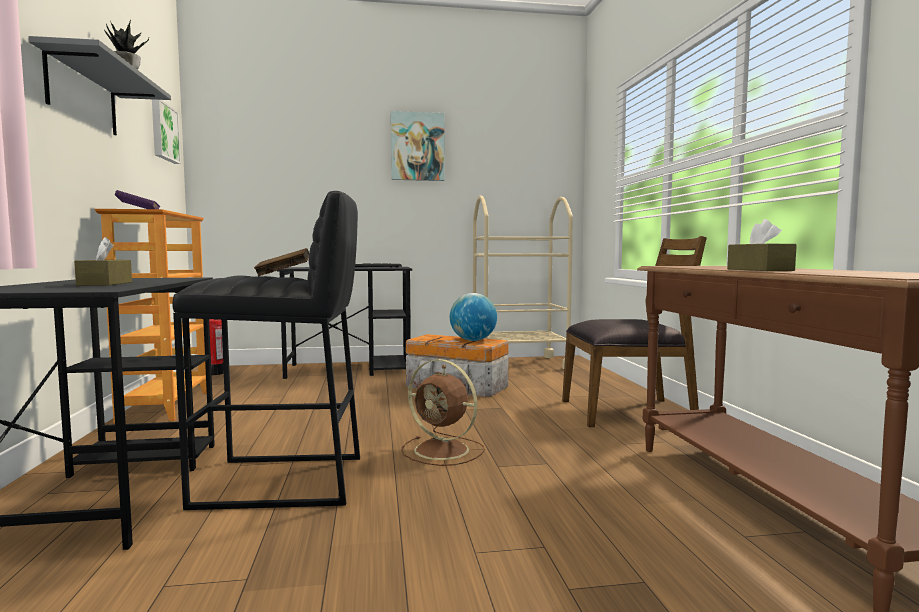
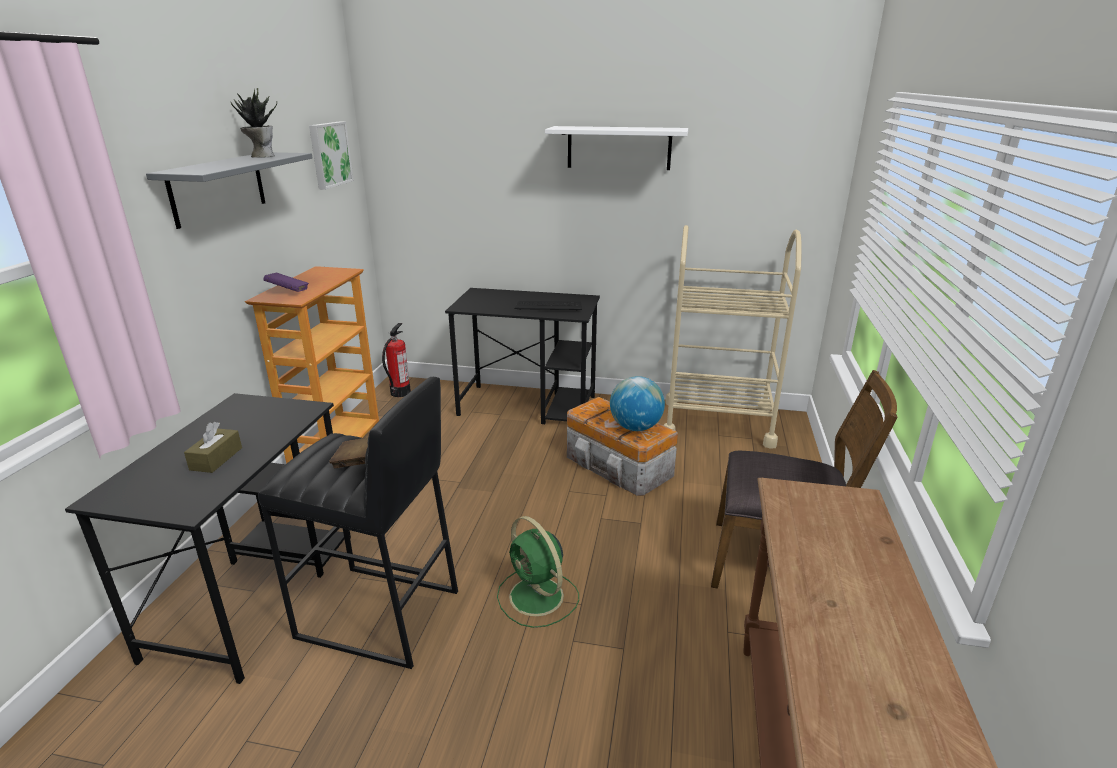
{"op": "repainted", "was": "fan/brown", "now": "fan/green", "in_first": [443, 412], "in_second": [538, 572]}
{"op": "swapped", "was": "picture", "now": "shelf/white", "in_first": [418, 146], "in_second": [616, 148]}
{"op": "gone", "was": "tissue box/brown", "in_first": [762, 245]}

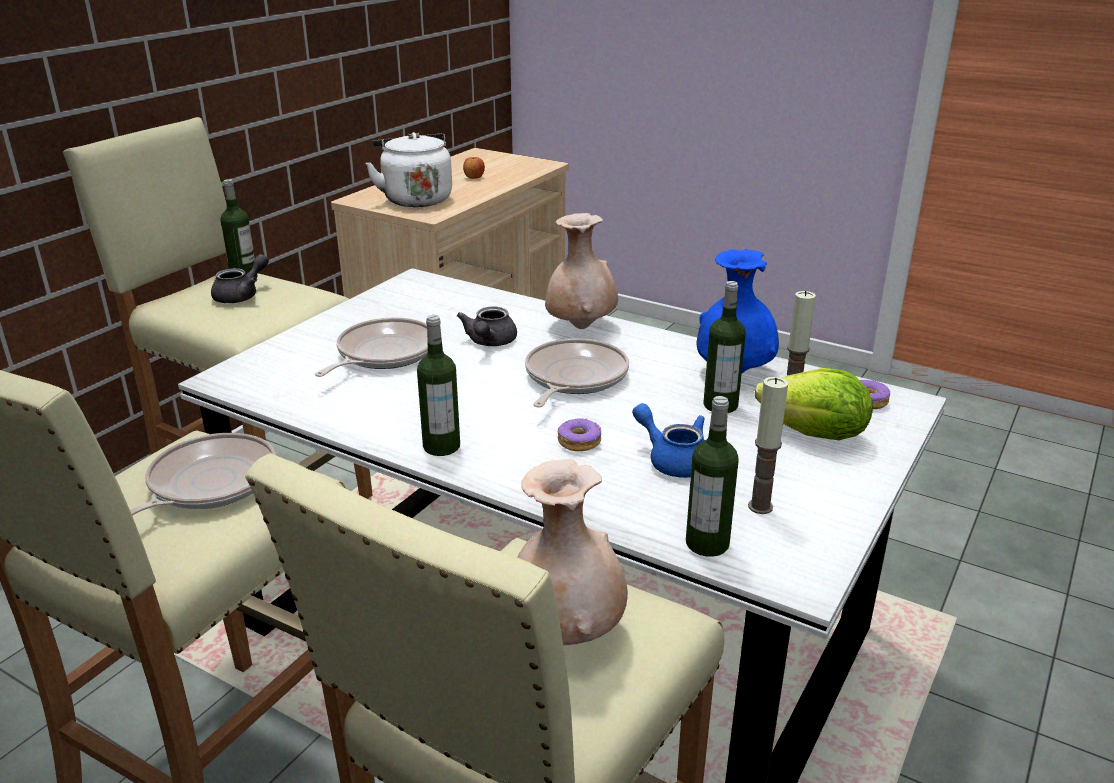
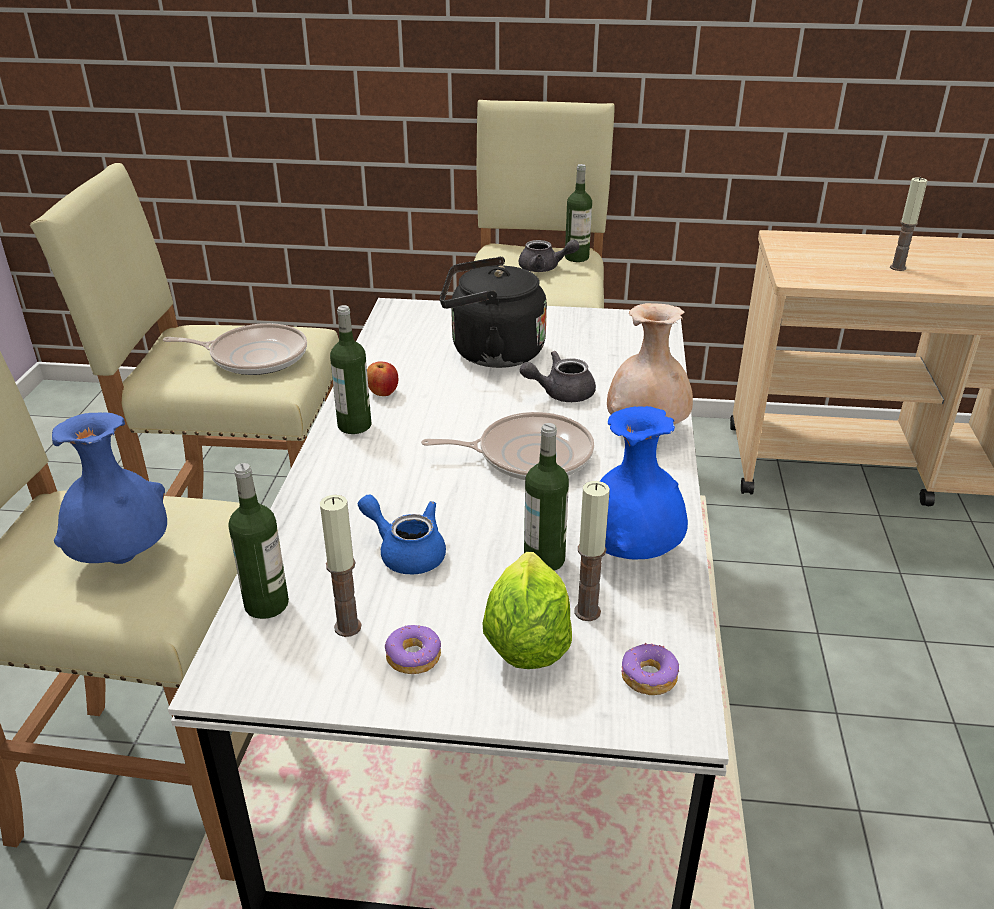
{"op": "repainted", "was": "vase/beige", "now": "vase/blue", "in_first": [572, 552], "in_second": [109, 488]}
{"op": "rotated", "was": "teapot/blue", "in_first": [668, 440], "in_second": [402, 534], "clockwise": -75}
{"op": "shifted", "was": "apple", "in_first": [474, 168], "in_second": [382, 378]}
{"op": "shifted", "was": "donut", "in_first": [579, 434], "in_second": [413, 649]}
{"op": "swapped", "was": "frying pan", "now": "kettle/black", "in_first": [371, 347], "in_second": [493, 312]}
{"op": "new", "now": "candle", "in_second": [908, 224]}
{"op": "gone", "was": "kettle/white", "in_first": [409, 169]}

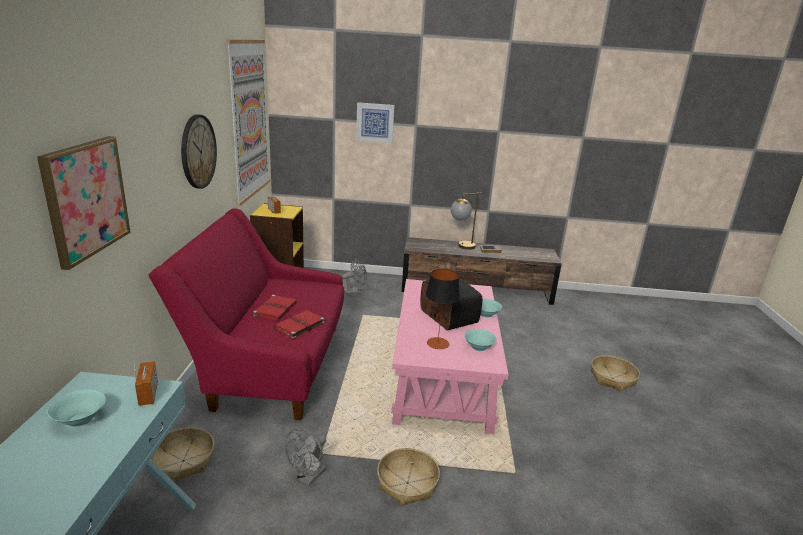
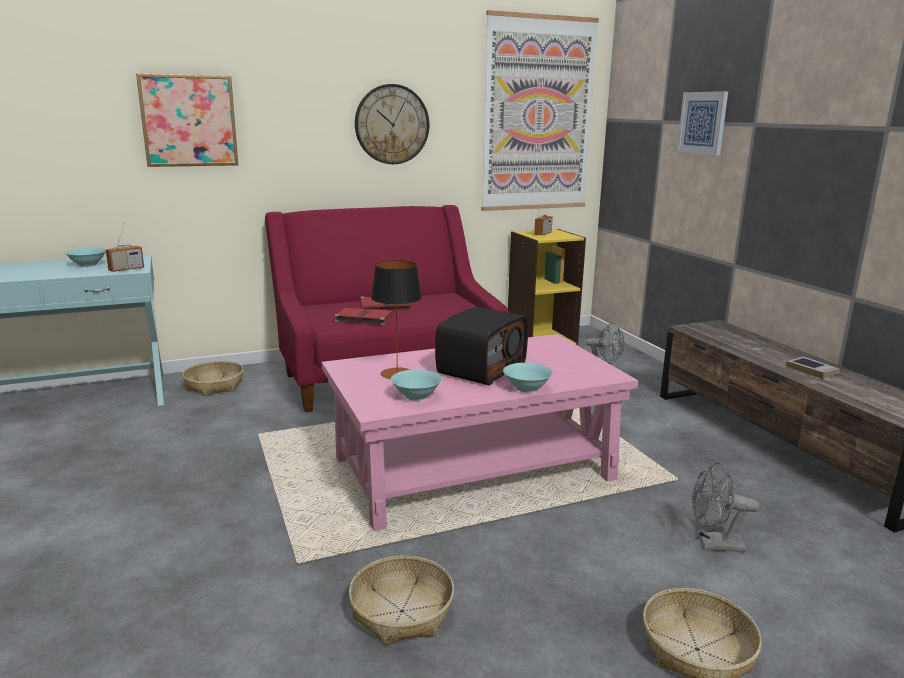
{"op": "shifted", "was": "basket", "in_first": [408, 476], "in_second": [401, 600]}
{"op": "shifted", "was": "fan/grey", "in_first": [305, 457], "in_second": [726, 507]}
{"op": "gone", "was": "table lamp", "in_first": [467, 221]}

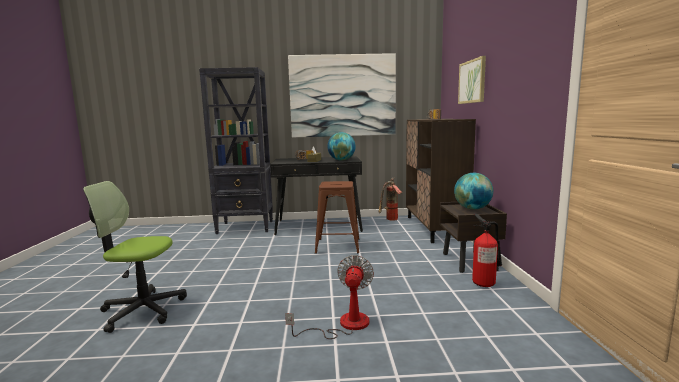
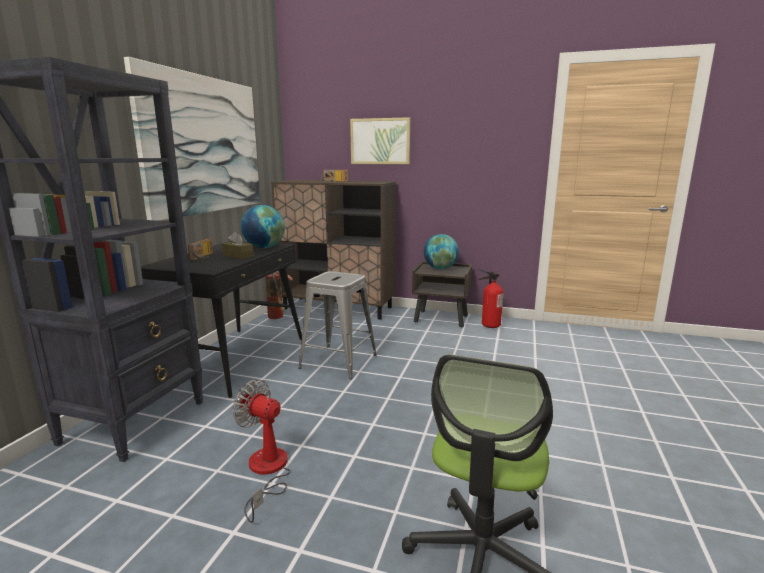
{"op": "shifted", "was": "fan", "in_first": [329, 297], "in_second": [261, 451]}
{"op": "repainted", "was": "stool/brown", "now": "stool/grey", "in_first": [337, 217], "in_second": [337, 325]}

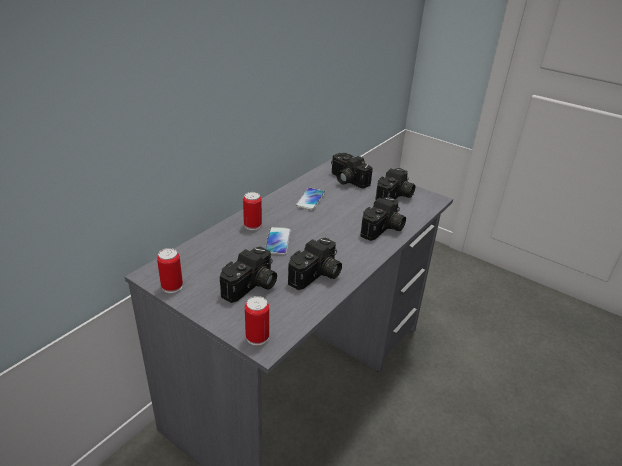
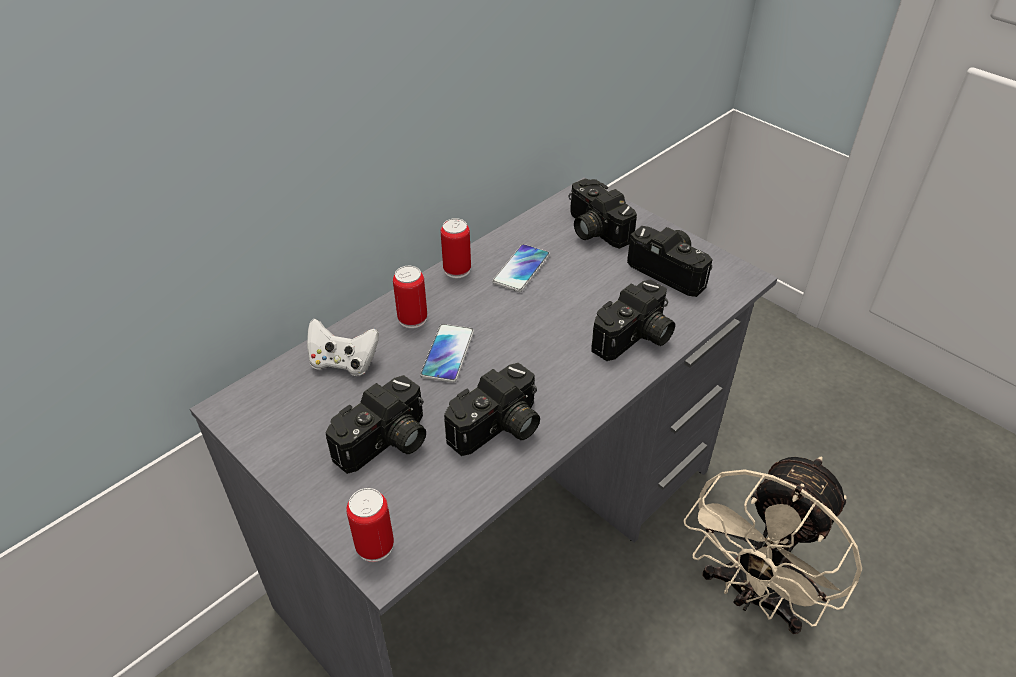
{"op": "new", "now": "game controller/white", "in_second": [343, 347]}
{"op": "shifted", "was": "can", "in_first": [170, 270], "in_second": [456, 248]}
{"op": "rotated", "was": "photo camera", "in_first": [395, 184], "in_second": [670, 261], "clockwise": -90}
{"op": "new", "now": "fan/beige", "in_second": [772, 545]}

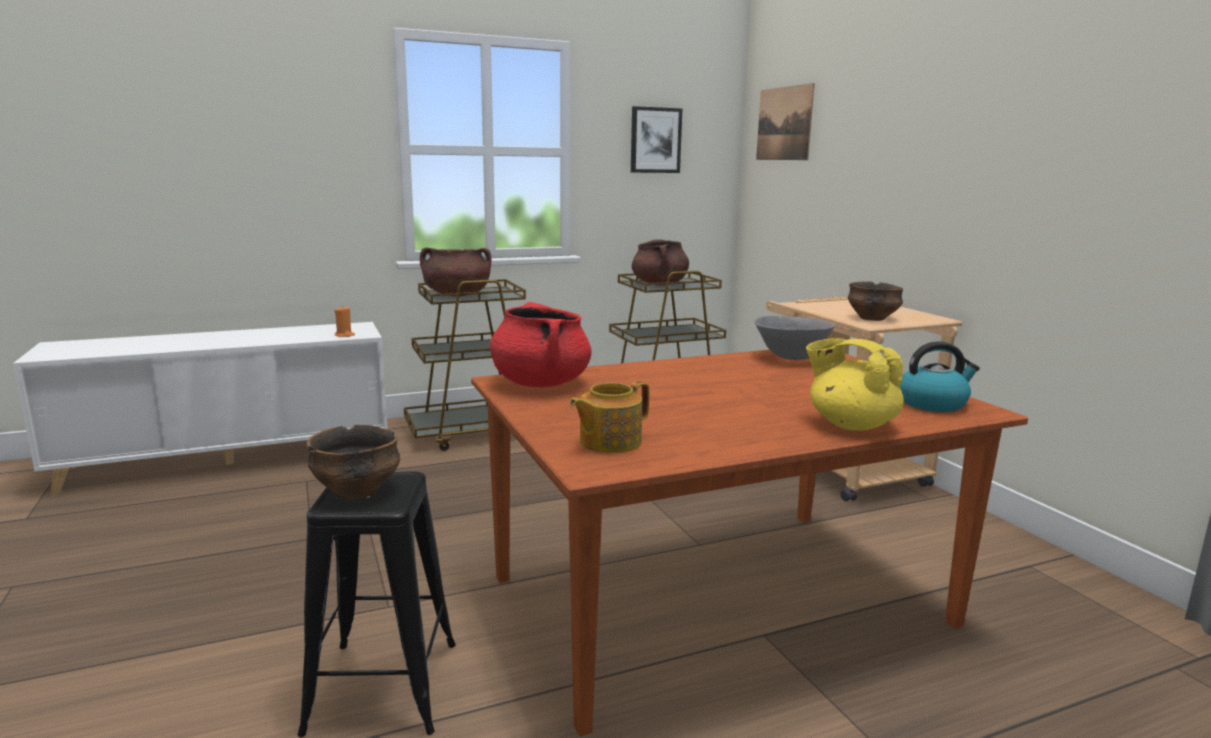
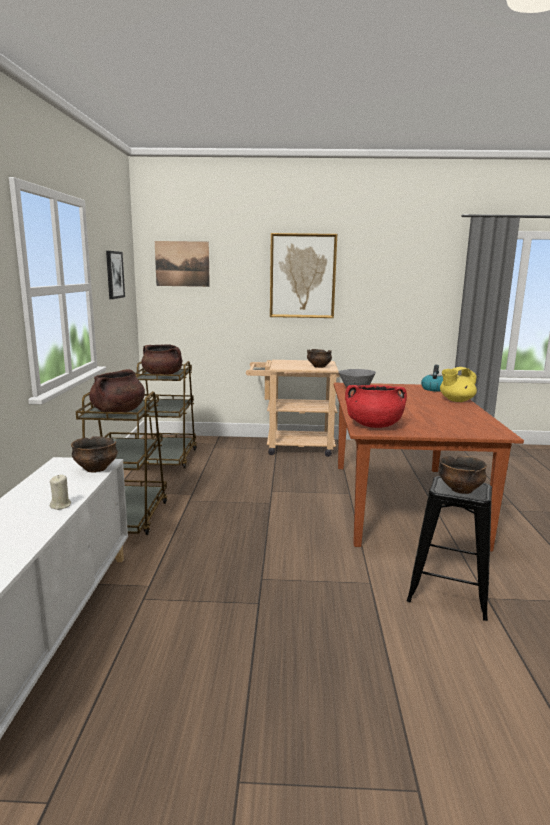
{"op": "new", "now": "candle/beige", "in_second": [60, 492]}
{"op": "swapped", "was": "candle/orange", "now": "bowl", "in_first": [344, 321], "in_second": [94, 454]}
{"op": "new", "now": "picture", "in_second": [303, 275]}
{"op": "gone", "was": "teapot", "in_first": [609, 417]}

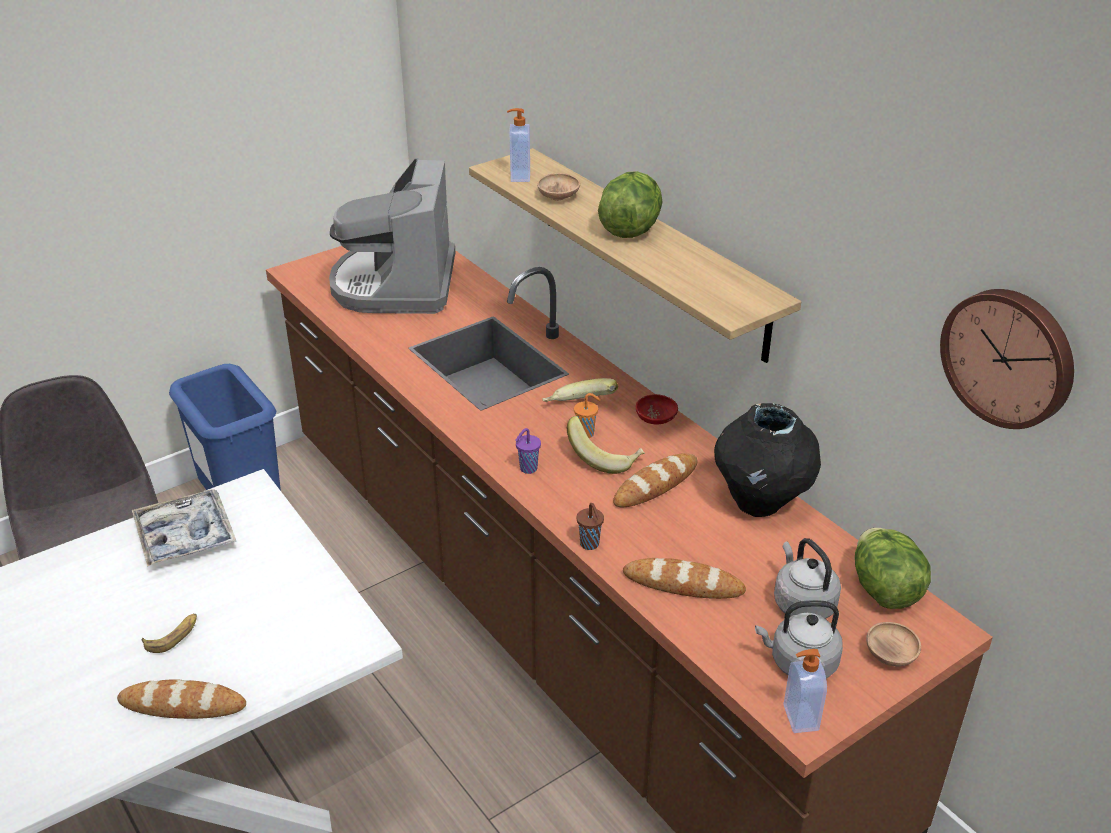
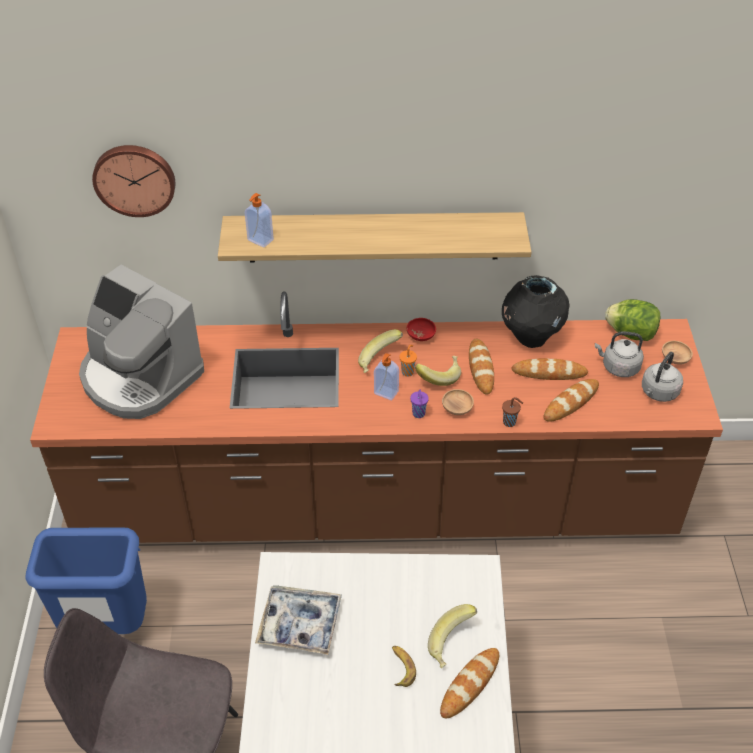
{"op": "shifted", "was": "wall clock", "in_first": [1007, 359], "in_second": [133, 181]}
{"op": "shifted", "was": "soap dispenser", "in_first": [805, 691], "in_second": [386, 376]}
{"op": "new", "now": "banana", "in_second": [452, 636]}
{"op": "shifted", "was": "bowl/brown", "in_first": [558, 187], "in_second": [458, 402]}
{"op": "new", "now": "bread", "in_second": [549, 369]}
{"op": "gone", "was": "lettuce", "in_first": [630, 204]}

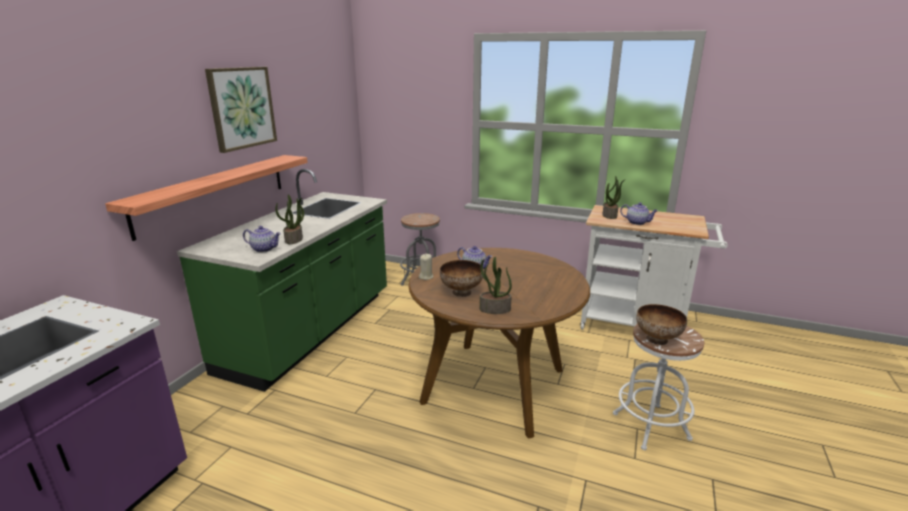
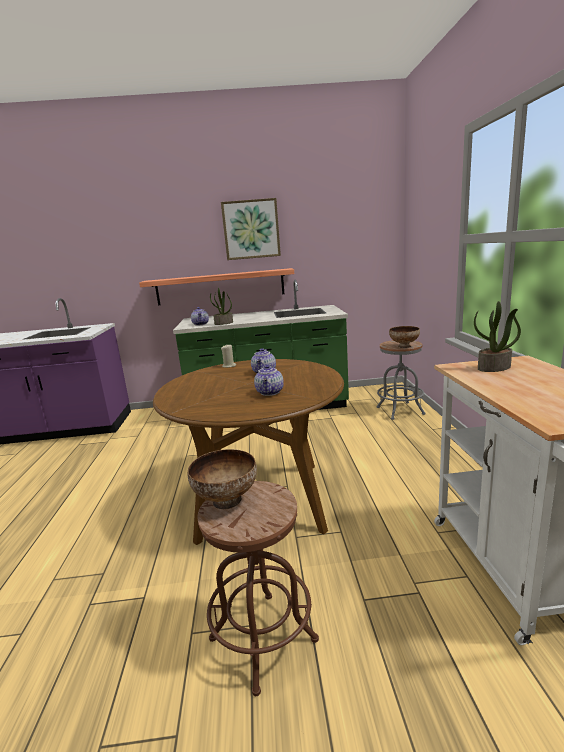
{"op": "repainted", "was": "stool/white", "now": "stool/brown", "in_first": [658, 387], "in_second": [258, 588]}
{"op": "shifted", "was": "teapot", "in_first": [639, 213], "in_second": [269, 380]}
{"op": "shifted", "was": "bowl", "in_first": [462, 278], "in_second": [404, 337]}
{"op": "gone", "was": "potted plant", "in_first": [496, 285]}

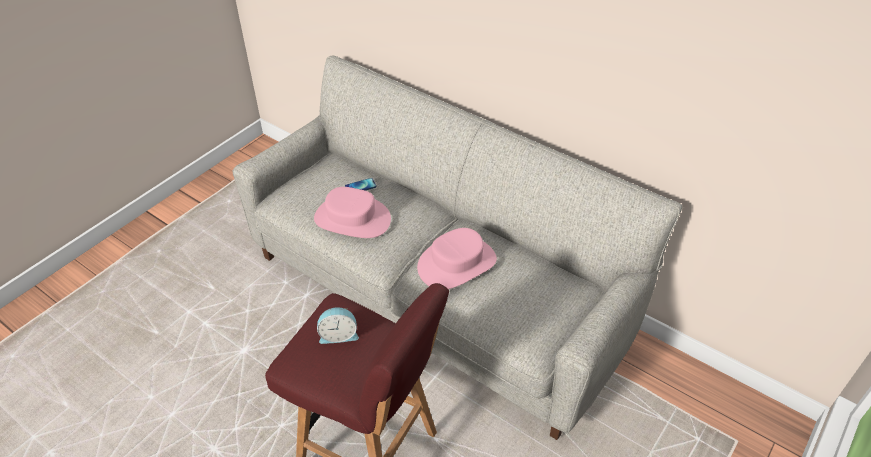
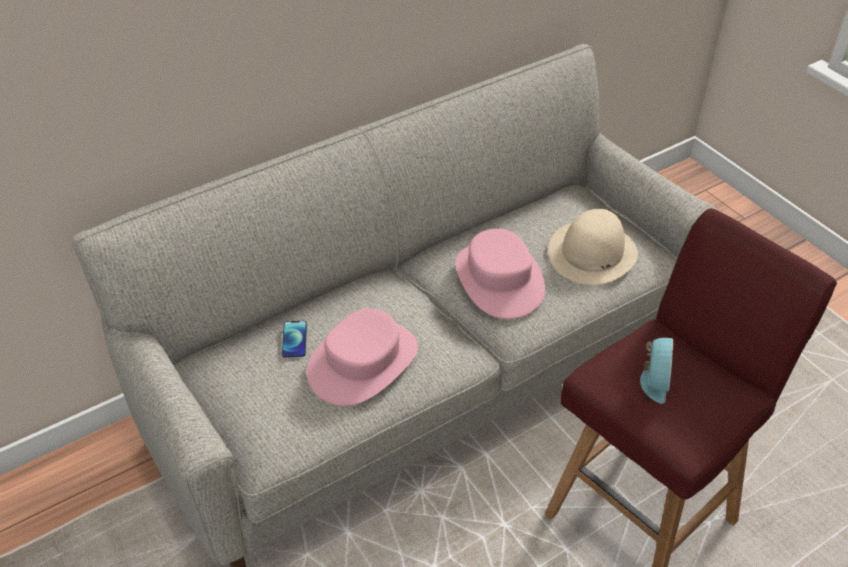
{"op": "new", "now": "hat/beige", "in_second": [593, 247]}

